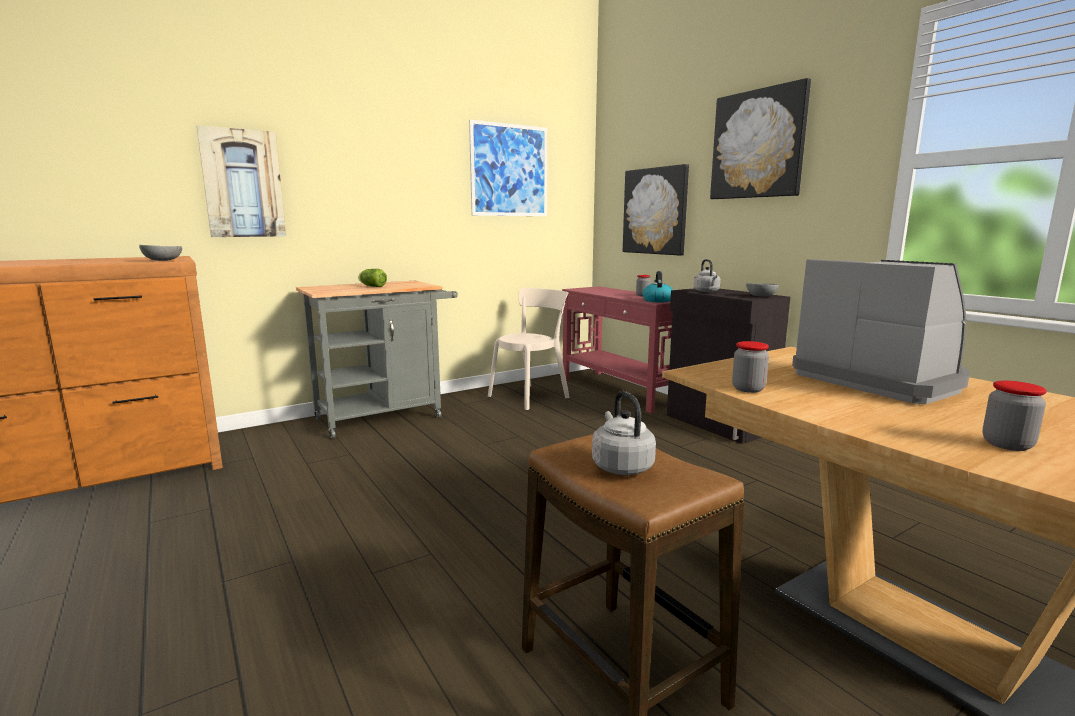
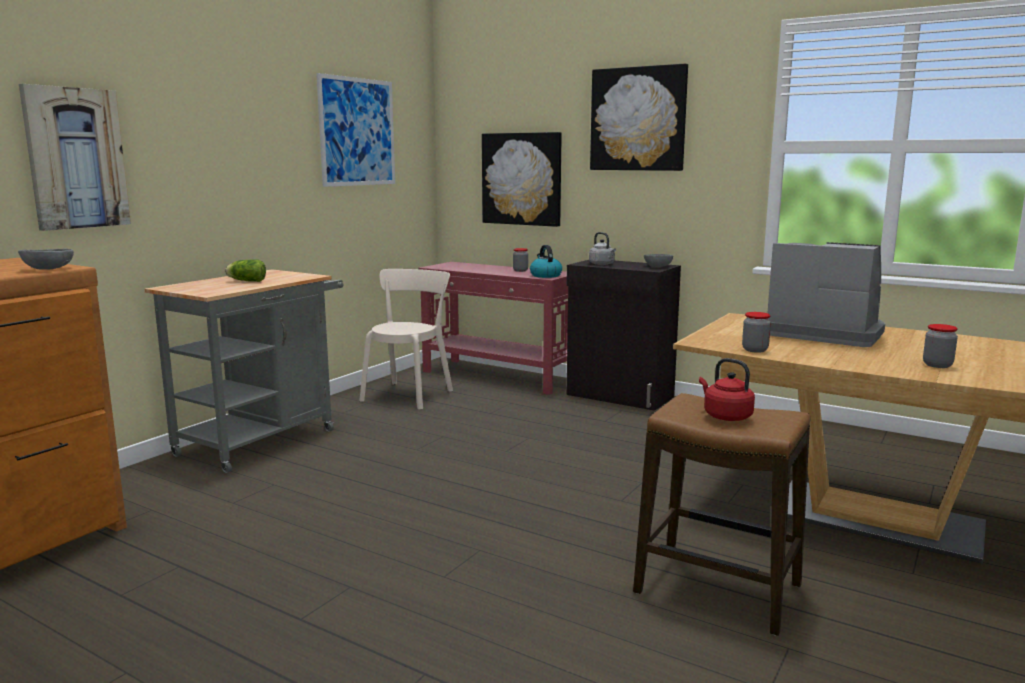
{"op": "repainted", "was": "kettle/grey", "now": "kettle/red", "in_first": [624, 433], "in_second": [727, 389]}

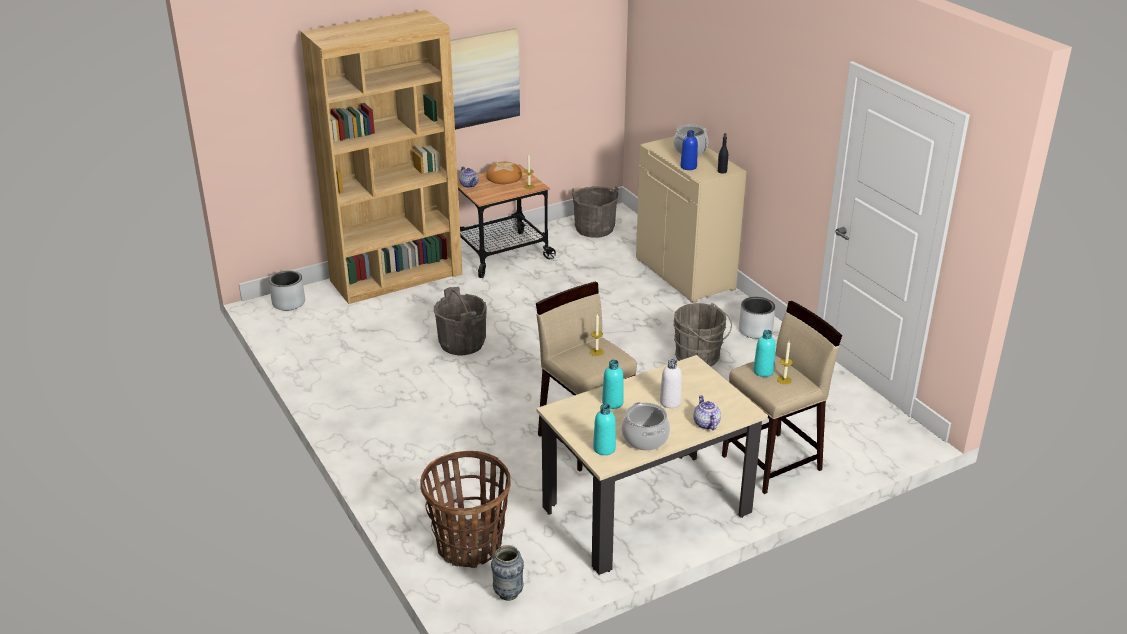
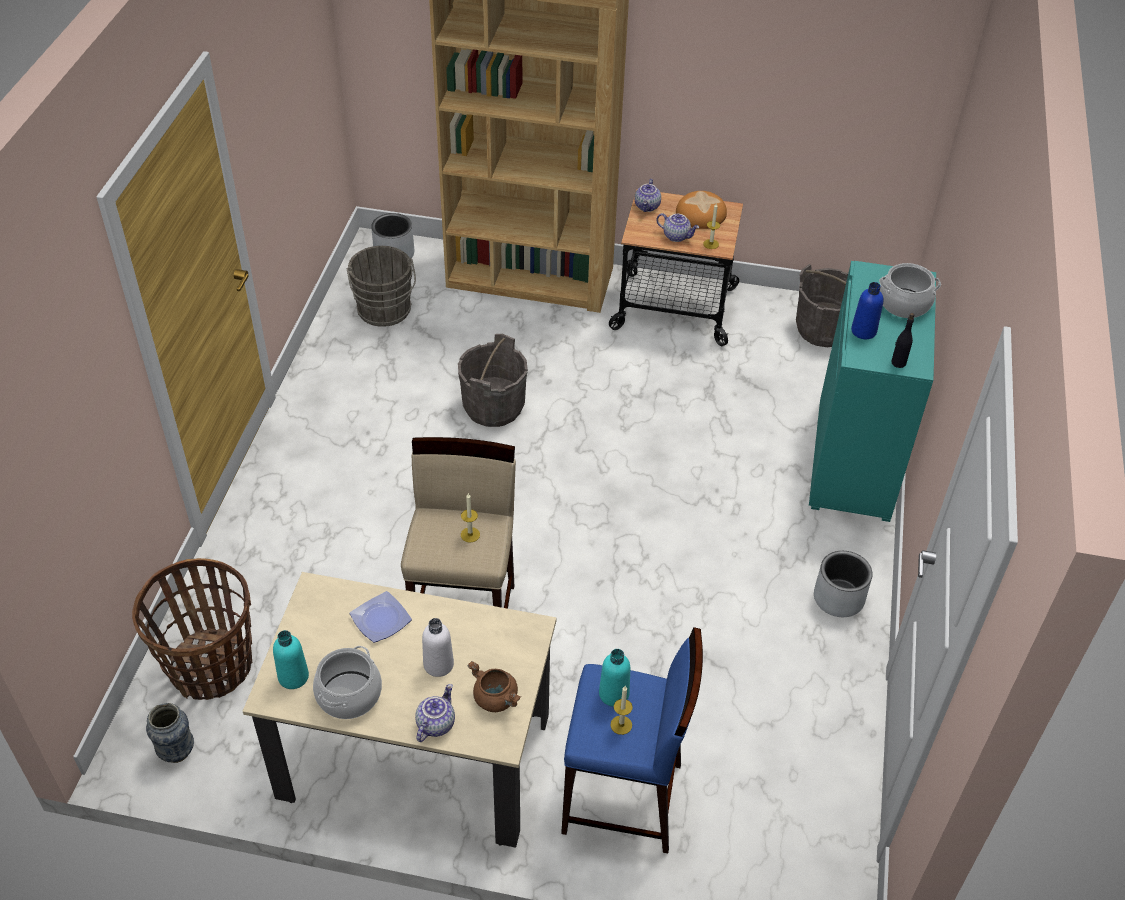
{"op": "shifted", "was": "bucket/grey", "in_first": [702, 335], "in_second": [381, 286]}
{"op": "swapped", "was": "bottle/turquoise", "now": "plate", "in_first": [613, 384], "in_second": [381, 617]}
{"op": "new", "now": "cooking pot/brown", "in_second": [494, 686]}
{"op": "repainted", "was": "stool/beige", "now": "stool/blue", "in_first": [782, 397], "in_second": [632, 740]}
{"op": "new", "now": "teapot", "in_second": [677, 227]}
{"op": "repainted", "was": "cabinet/beige", "now": "cabinet/turquoise", "in_first": [691, 219], "in_second": [872, 391]}
{"op": "gone", "was": "picture", "in_first": [485, 79]}

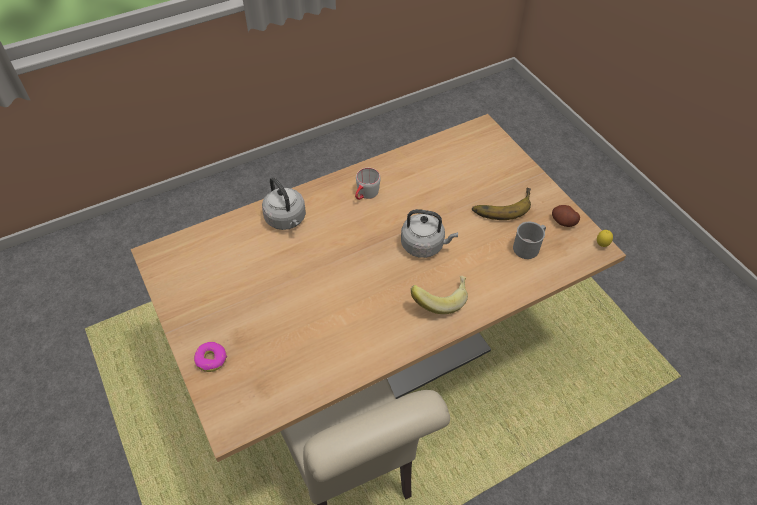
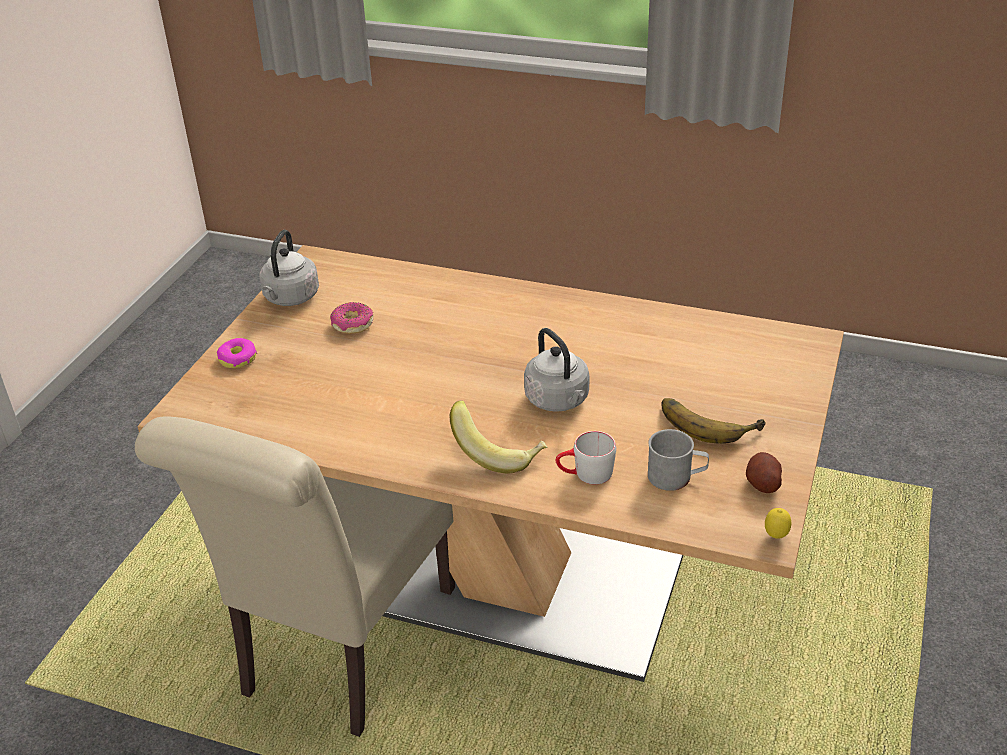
{"op": "shifted", "was": "kettle/grey", "in_first": [284, 203], "in_second": [289, 268]}
{"op": "new", "now": "donut", "in_second": [351, 318]}
{"op": "shifted", "was": "mug/grey", "in_first": [368, 184], "in_second": [586, 457]}

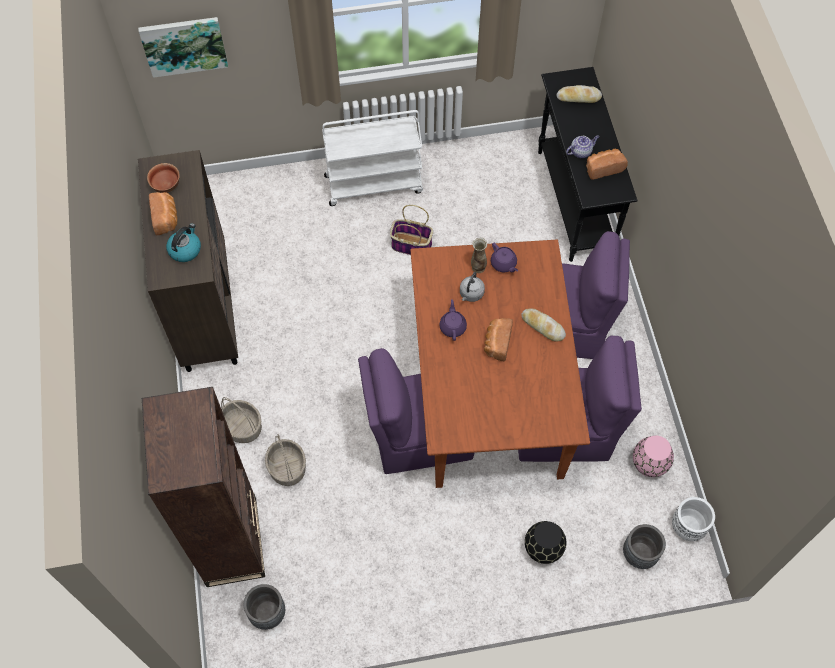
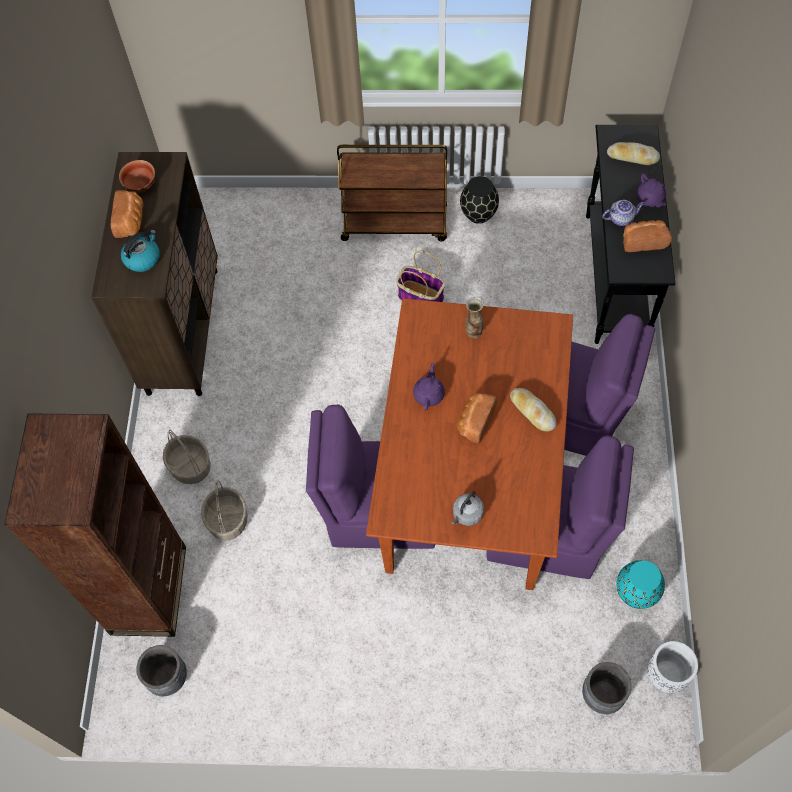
{"op": "repainted", "was": "cart/white", "now": "cart/brown", "in_first": [372, 158], "in_second": [392, 193]}
{"op": "shifted", "was": "kettle/grey", "in_first": [472, 287], "in_second": [467, 508]}
{"op": "shifted", "was": "vase/black", "in_first": [545, 542], "in_second": [479, 200]}
{"op": "repainted", "was": "vase/pink", "now": "vase/turquoise", "in_first": [653, 456], "in_second": [641, 584]}
{"op": "shifted", "was": "teapot/purple", "in_first": [504, 258], "in_second": [651, 190]}
{"op": "gone", "was": "picture", "in_first": [183, 47]}

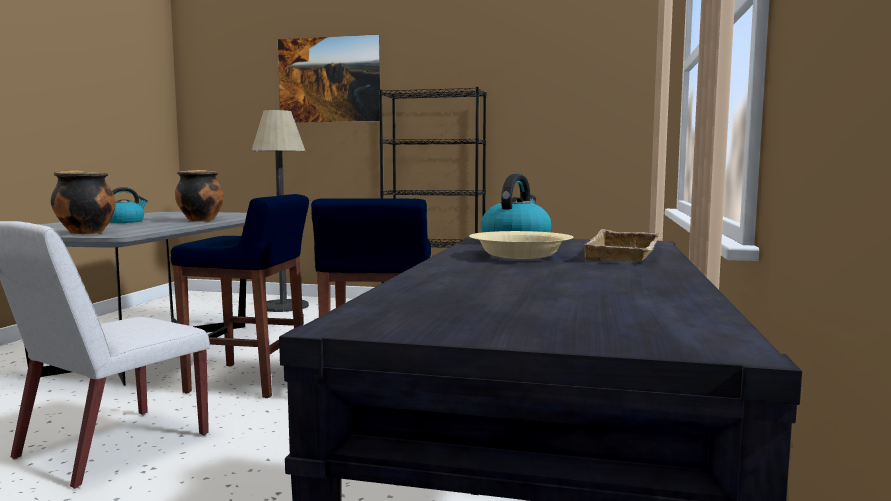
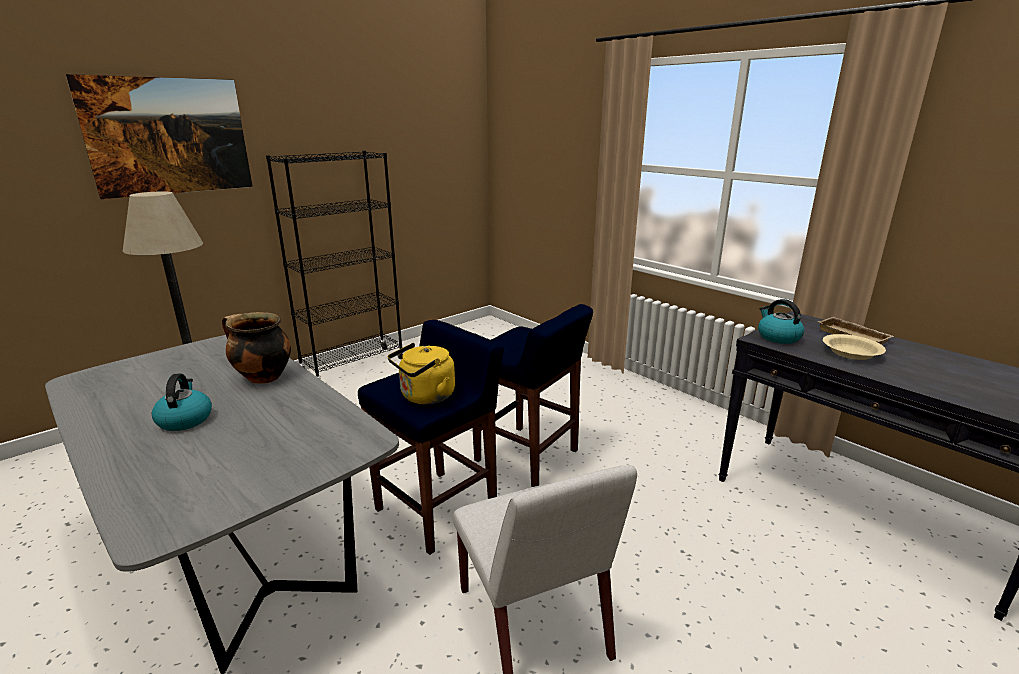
{"op": "new", "now": "kettle/yellow", "in_second": [421, 373]}
{"op": "gone", "was": "cooking pot", "in_first": [83, 202]}

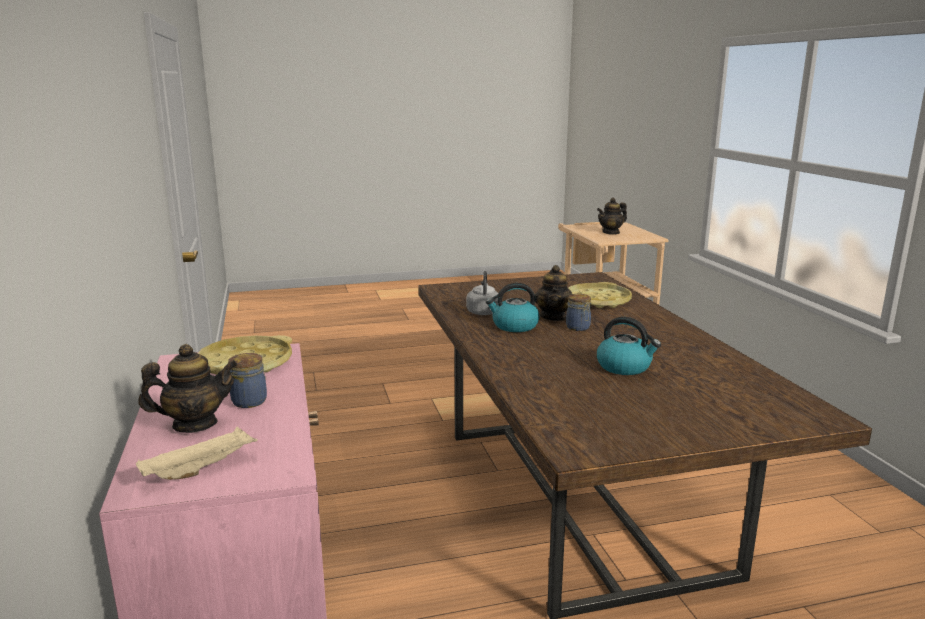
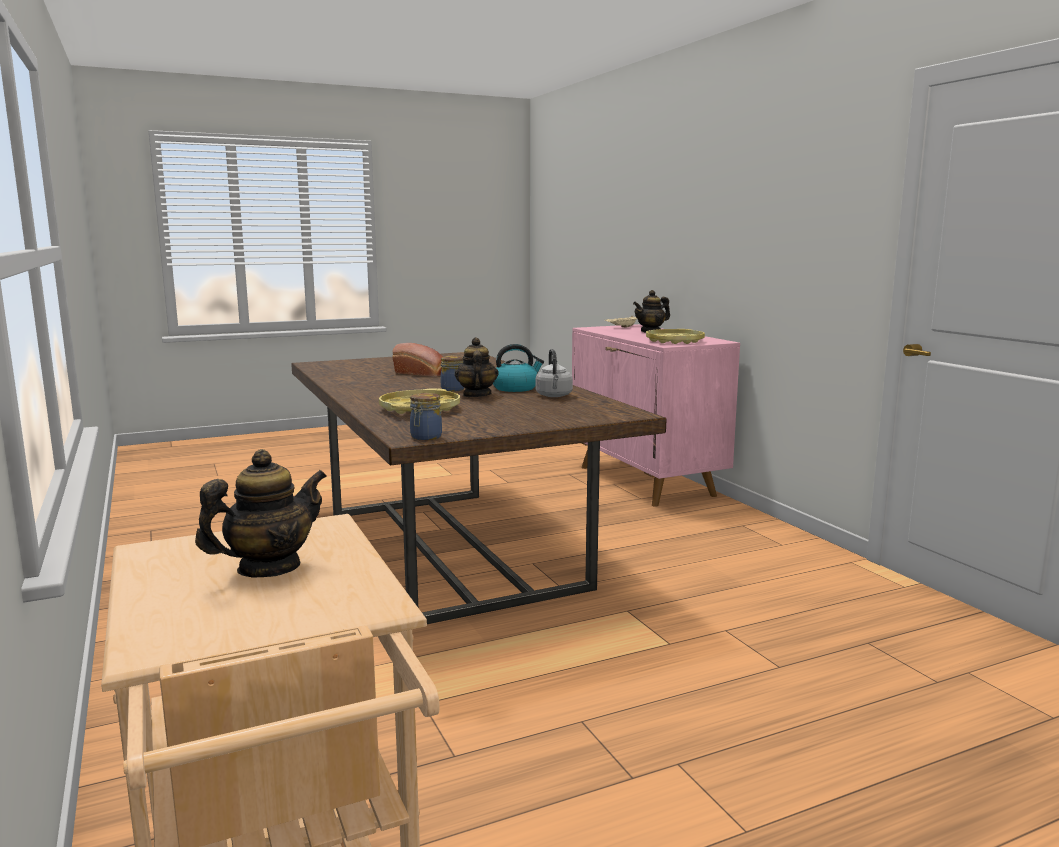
{"op": "swapped", "was": "kettle", "now": "bread", "in_first": [629, 346], "in_second": [417, 360]}
{"op": "shifted", "was": "jar", "in_first": [247, 380], "in_second": [426, 416]}

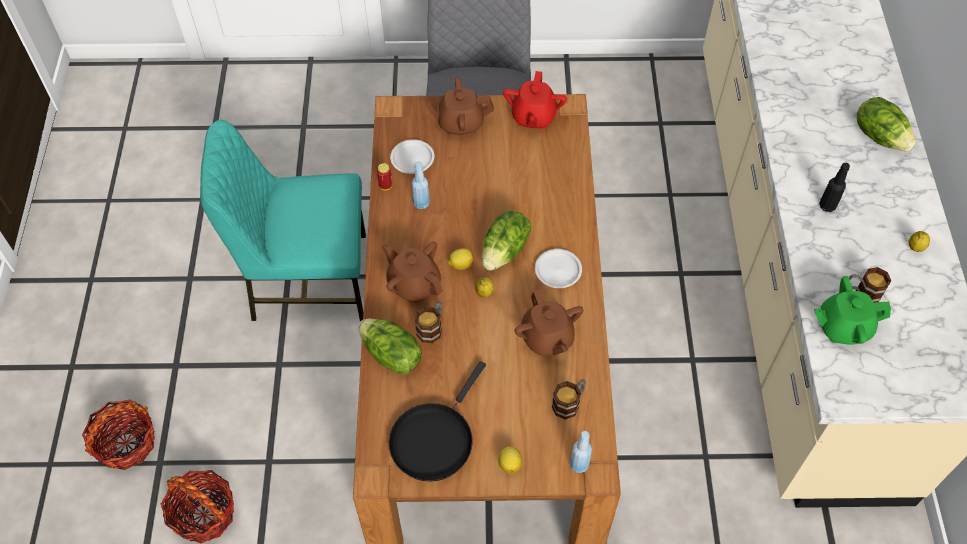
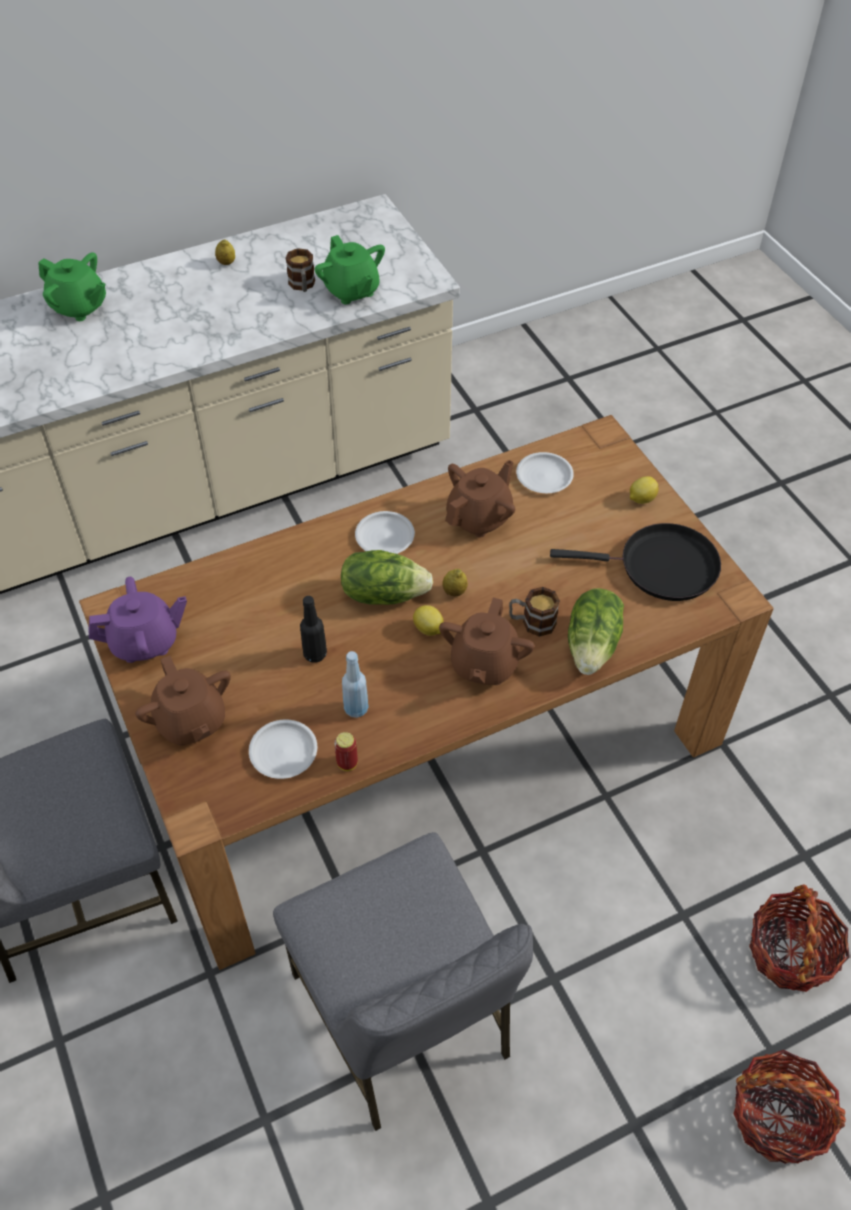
{"op": "swapped", "was": "lettuce", "now": "teapot/green", "in_first": [886, 124], "in_second": [72, 286]}
{"op": "repainted", "was": "teapot/red", "now": "teapot/purple", "in_first": [535, 100], "in_second": [137, 620]}
{"op": "repainted", "was": "chair/turquoise", "now": "chair/grey", "in_first": [283, 220], "in_second": [403, 981]}
{"op": "shifted", "was": "bottle/black", "in_first": [834, 187], "in_second": [313, 629]}
{"op": "swapped", "was": "mug", "now": "plate/white", "in_first": [569, 399], "in_second": [545, 472]}
{"op": "gone", "was": "bottle/blue", "in_first": [581, 452]}

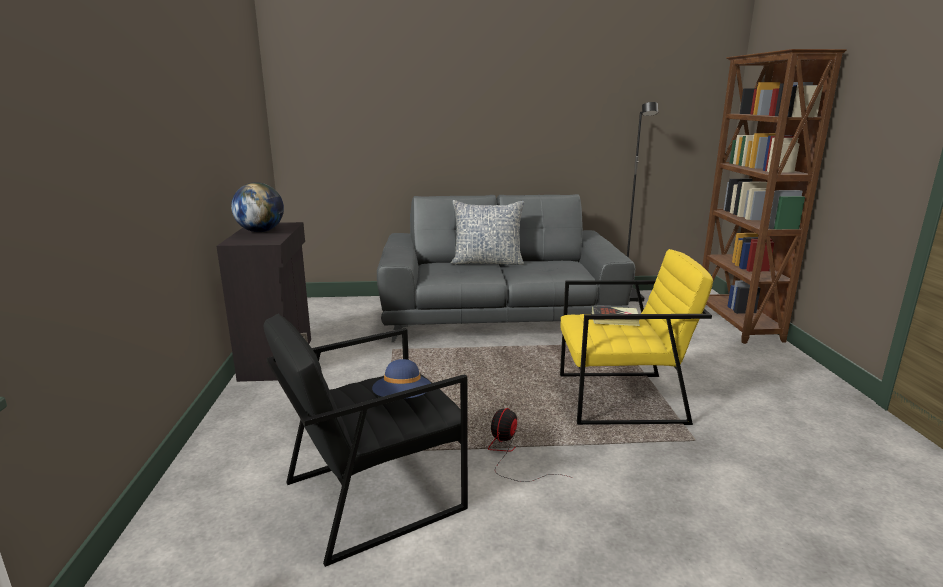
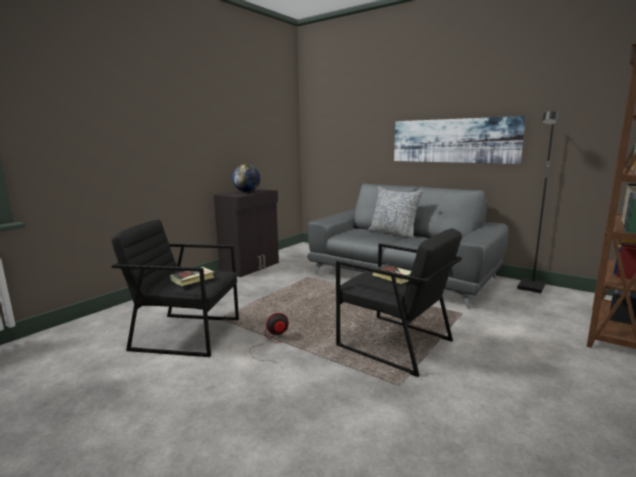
{"op": "swapped", "was": "hat/blue", "now": "book", "in_first": [401, 379], "in_second": [192, 276]}
{"op": "repainted", "was": "armchair/yellow", "now": "armchair/black", "in_first": [636, 337], "in_second": [399, 302]}
{"op": "new", "now": "picture", "in_second": [460, 140]}

